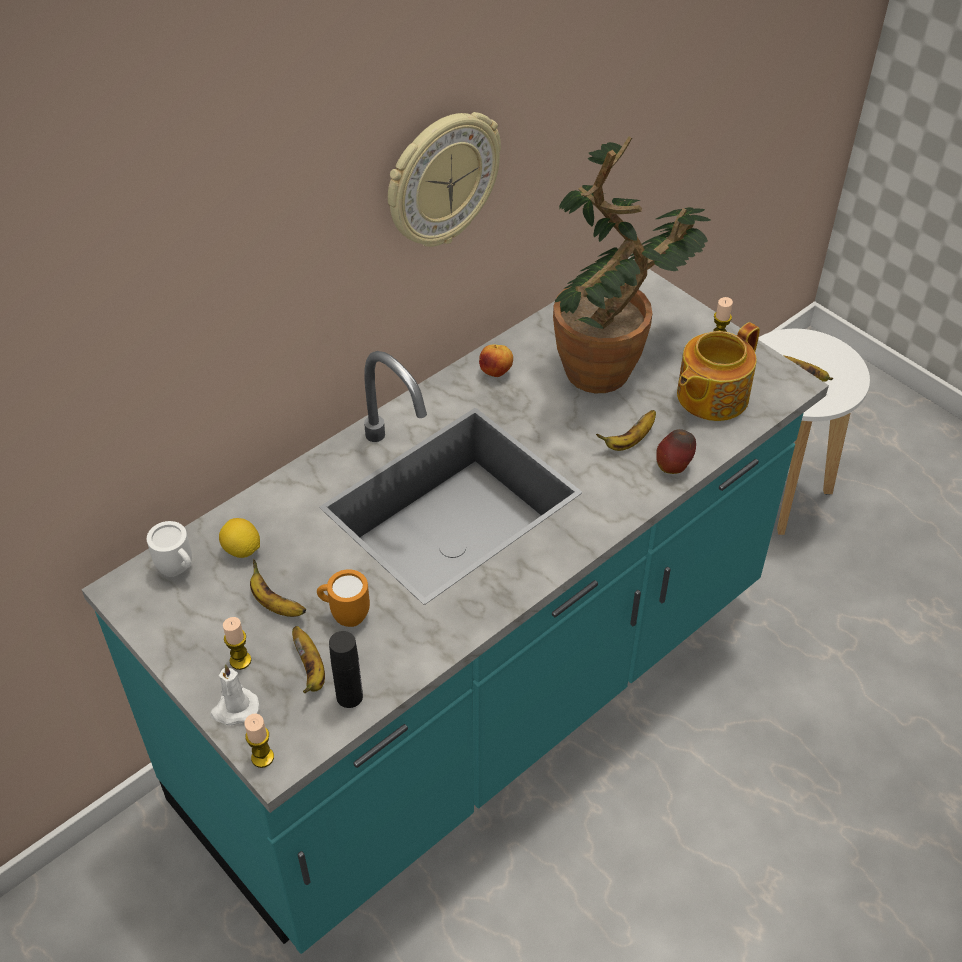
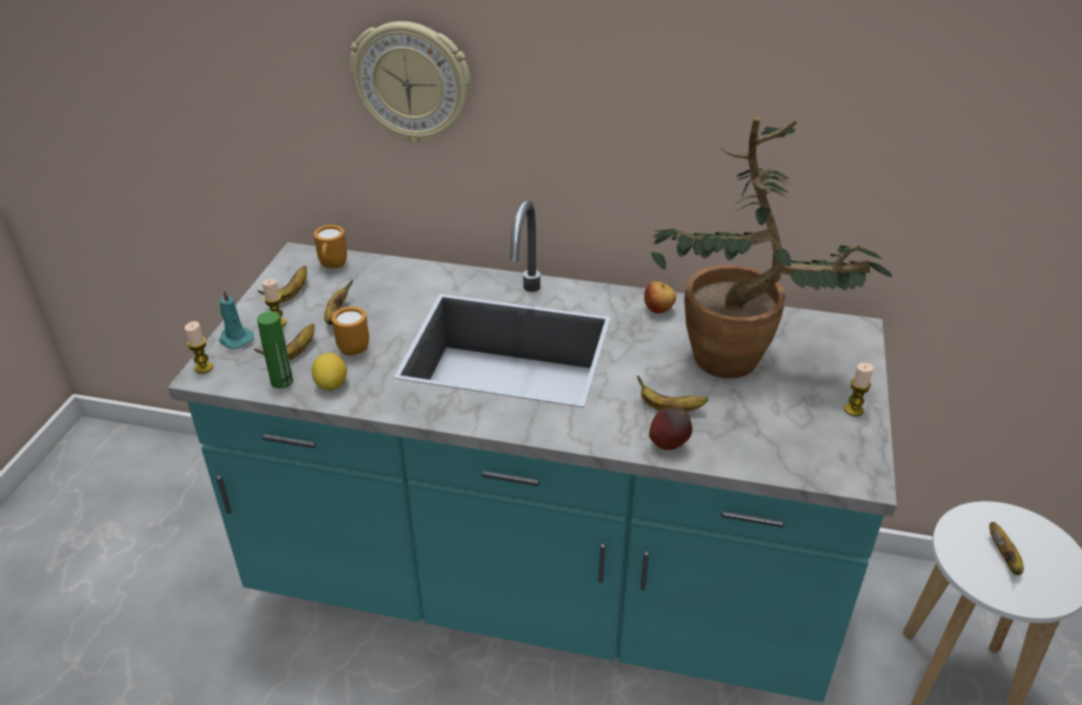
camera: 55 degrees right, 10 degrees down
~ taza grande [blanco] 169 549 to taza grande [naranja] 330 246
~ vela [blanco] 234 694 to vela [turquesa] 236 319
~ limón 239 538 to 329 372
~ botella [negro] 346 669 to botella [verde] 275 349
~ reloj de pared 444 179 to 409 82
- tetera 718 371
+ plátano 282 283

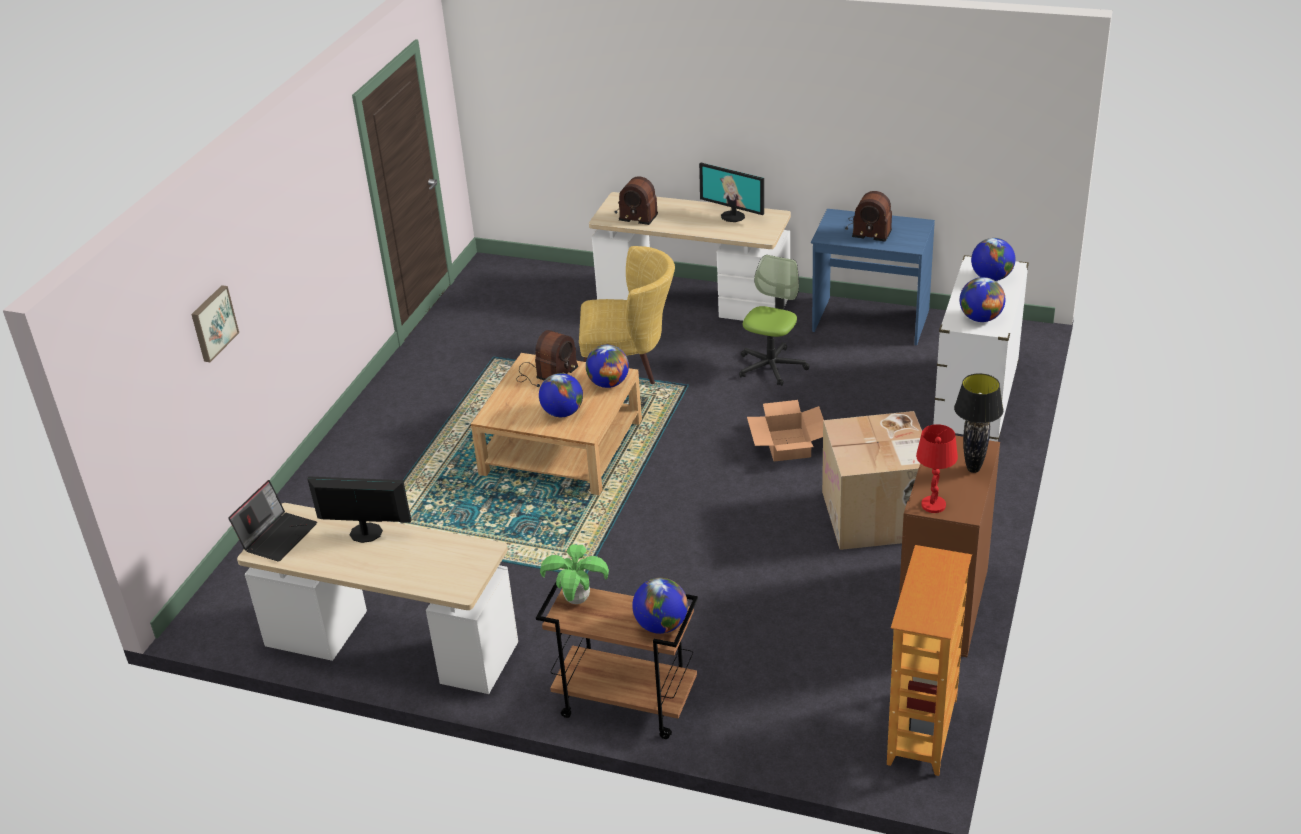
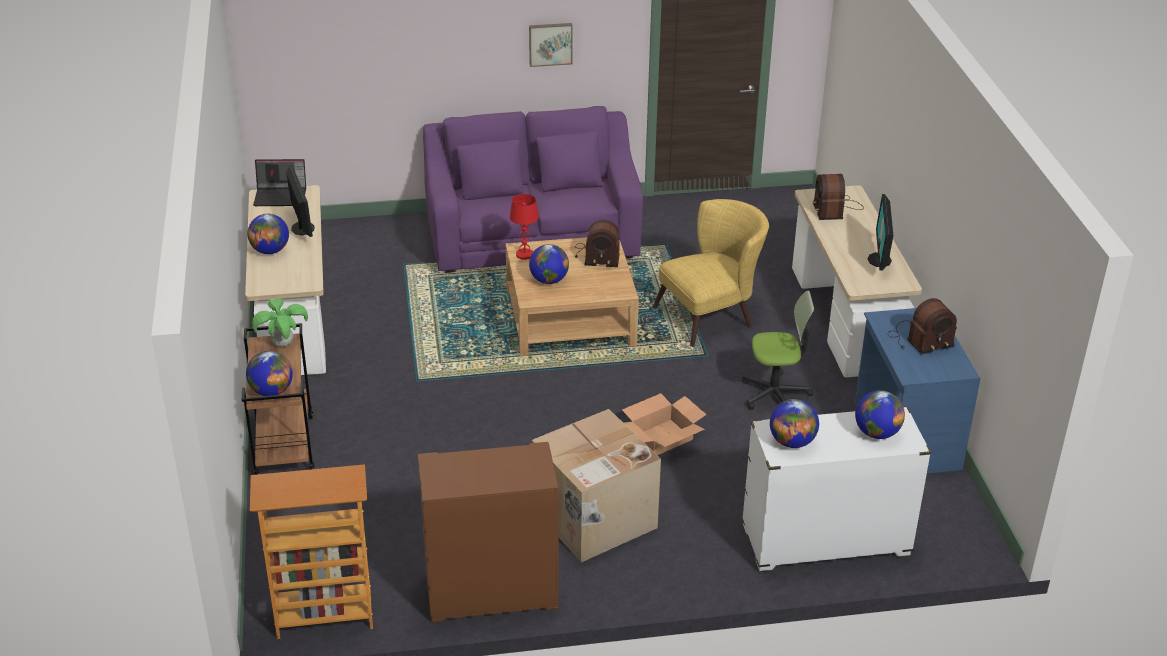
camera: 60 degrees right, 0 degrees up
~ cuadro 215 323 to 551 45
~ sillón [amarillo] 627 315 = 711 273 90 degrees counterclockwise
~ globo terráqueo 607 366 to 268 234
~ radio 868 216 = 922 326 105 degrees counterclockwise
~ lámpara de mesa [rojo] 937 468 to 524 227
- lámpara de mesa [negro] 979 423
+ sofá [morado] 533 189

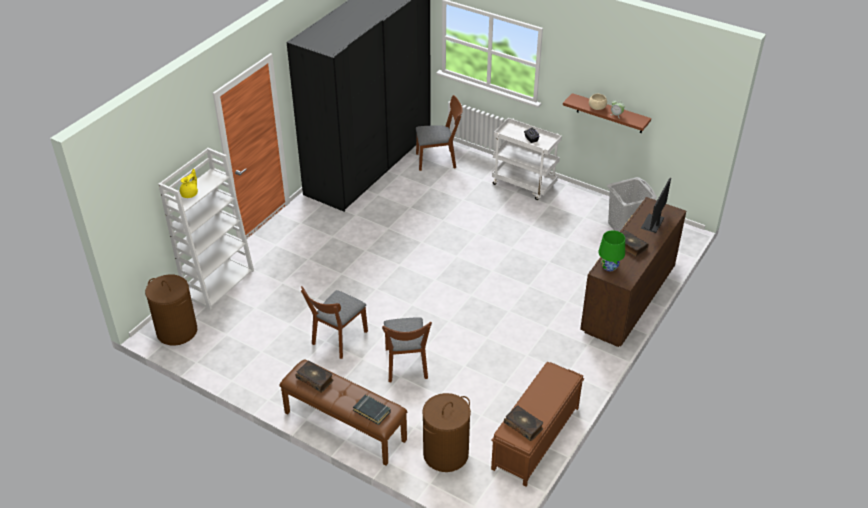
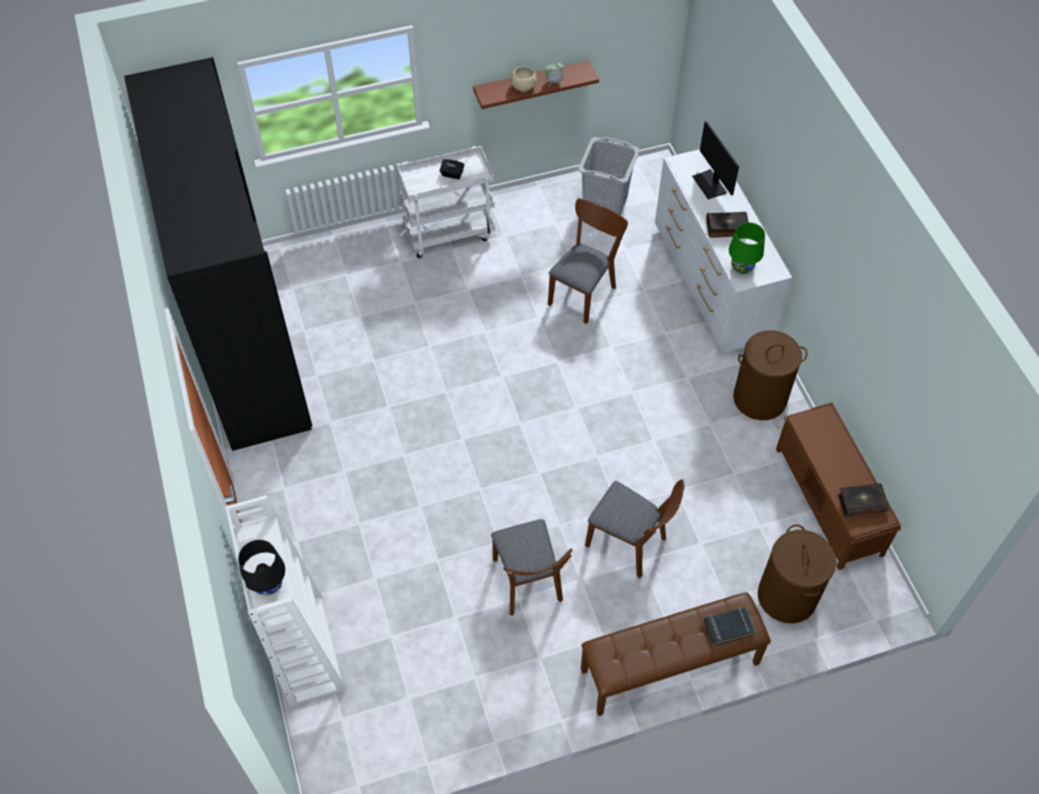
camera: 50 degrees left, 15 degrees up
~ cesto de la ropa [marrón] 171 310 to 770 375
~ tetera [amarillo] 189 183 to lámpara de mesa [negro] 261 568
- libro 315 377
~ silla [marrón] 439 133 to 588 261
~ cómoda [marrón] 633 272 to cómoda [blanco] 723 251

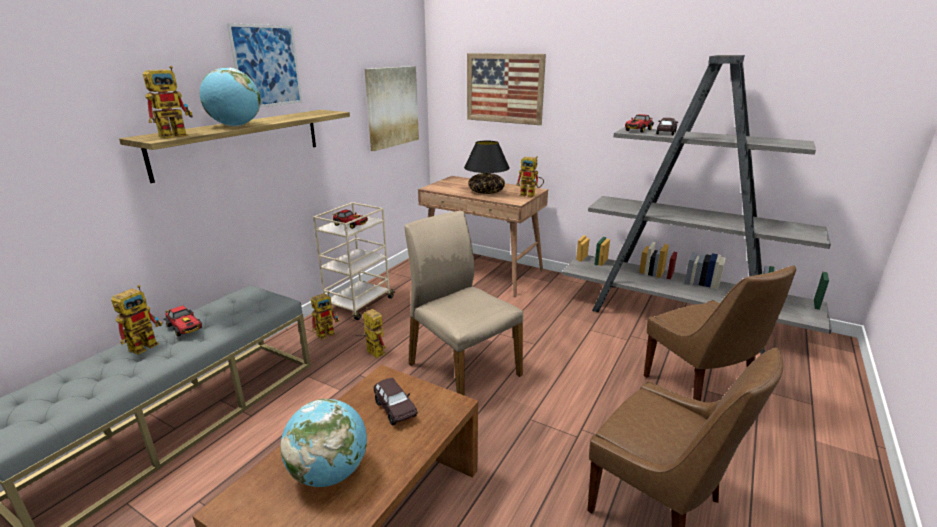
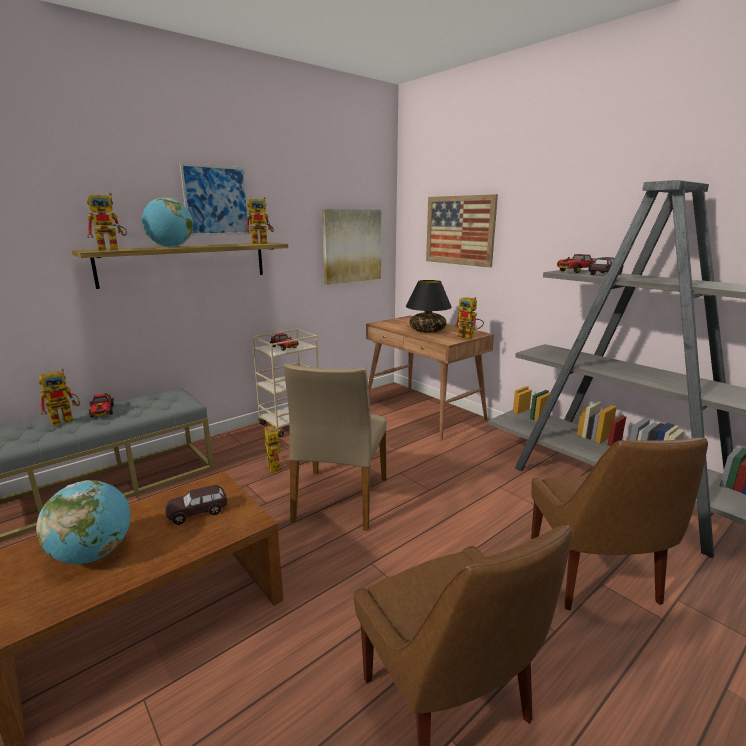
camera: 20 degrees right, 5 degrees down
~ robot de juguete 325 316 to 260 220
~ coche de juguete [marrón] 395 401 = 196 505 75 degrees clockwise
~ silla [beis] 463 303 = 335 447 150 degrees counterclockwise

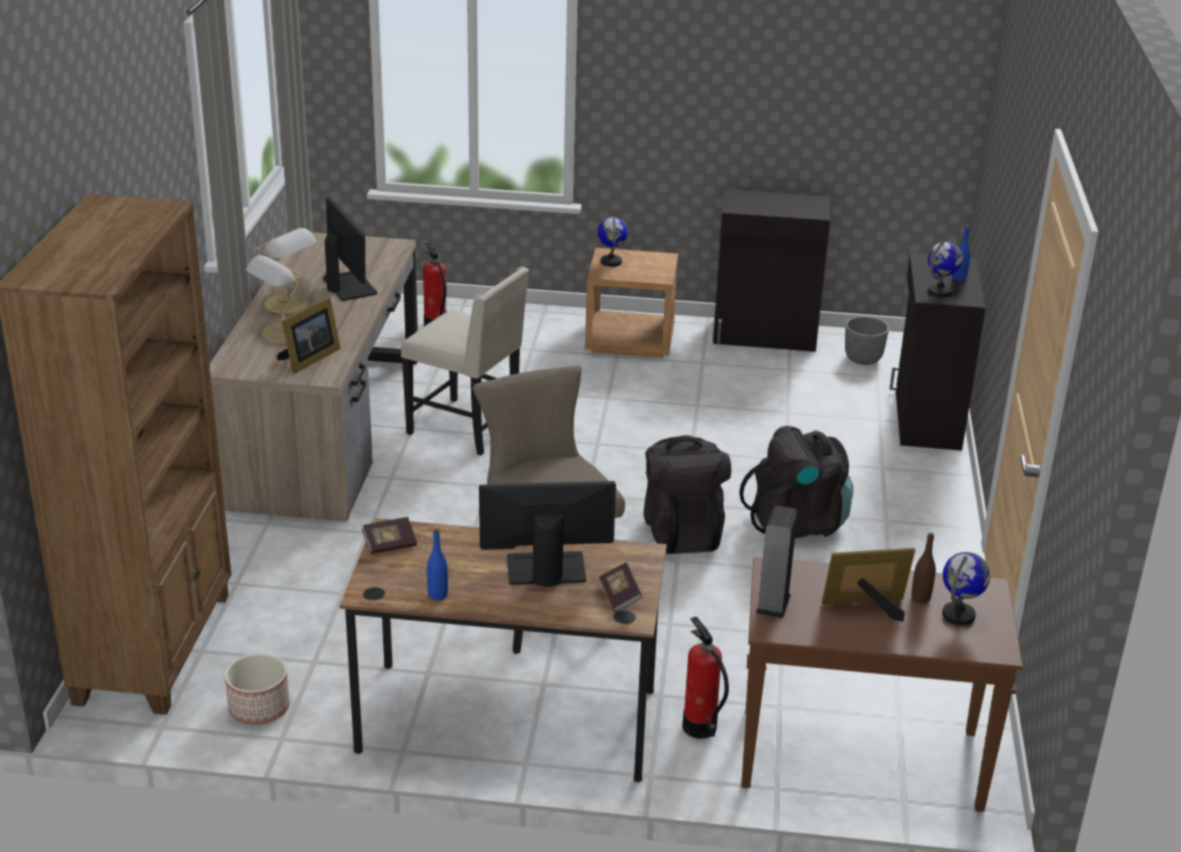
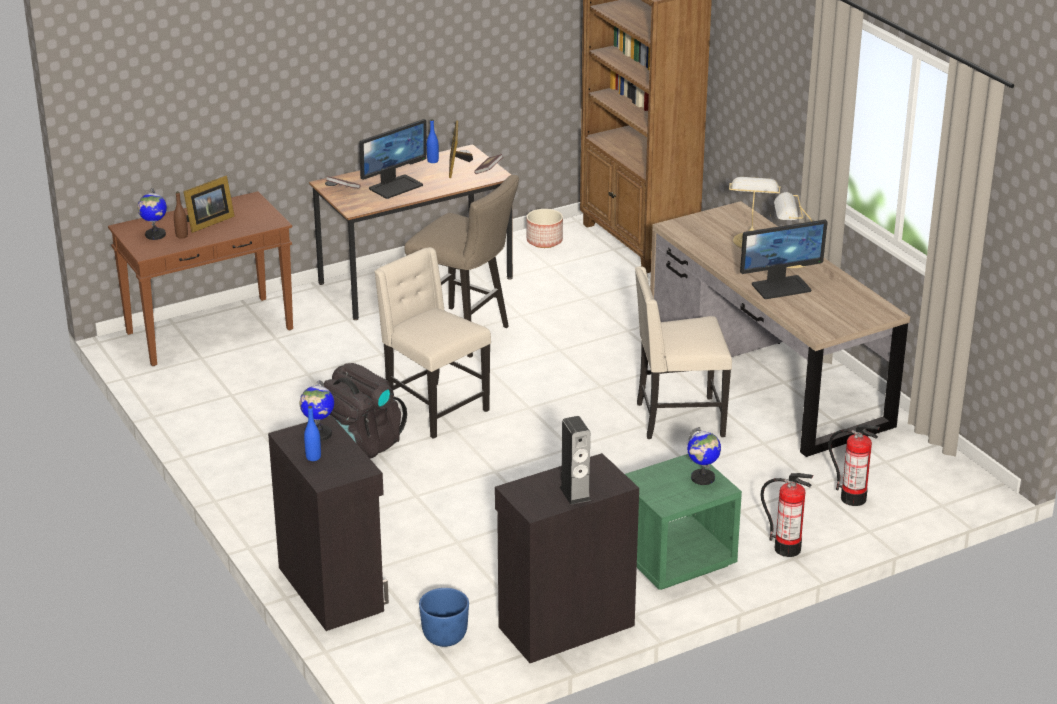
camera: 145 degrees right, 0 degrees up
~ portarretratos 308 335 to 461 149
~ monitor 350 249 = 784 259 45 degrees counterclockwise
~ mesita de noche [marrón] 631 303 to mesita de noche [verde] 683 522
~ mochila [negro] 687 494 to silla [beis] 432 343
~ extintor 705 677 to 787 515
~ altavoz 777 562 to 575 460
~ maceta [gris] 867 340 to maceta [azul] 444 617

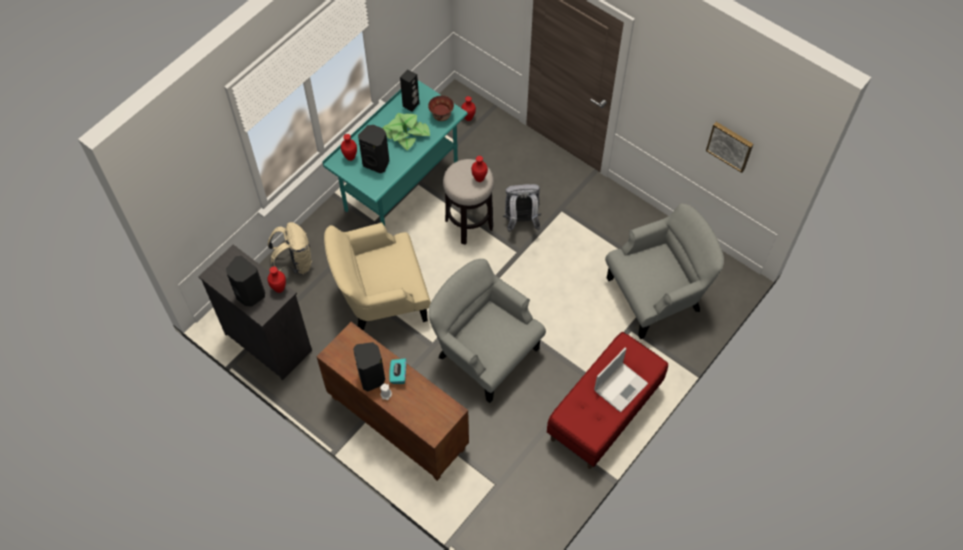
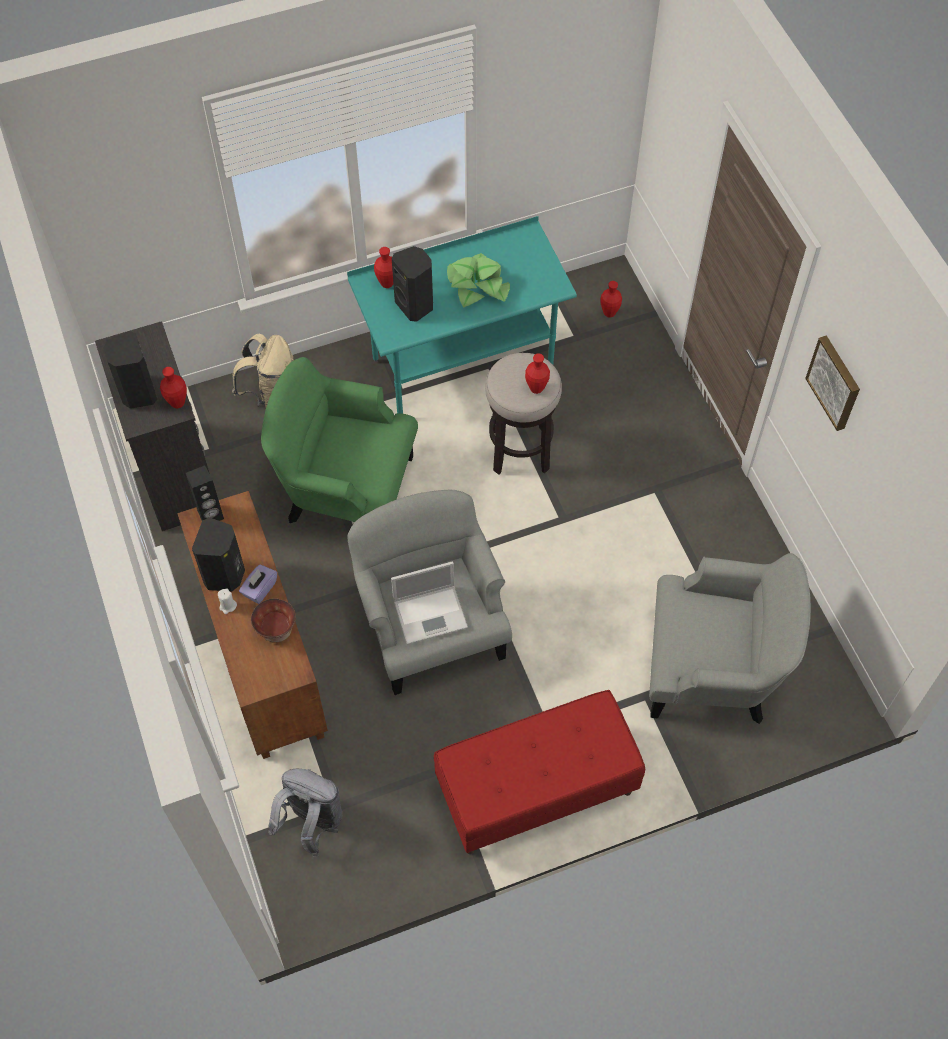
camera: 30 degrees right, 0 degrees up
~ sillón [beis] 377 276 to sillón [verde] 339 440
~ caja de pañuelos [turquesa] 397 371 to caja de pañuelos [morado] 258 584
~ altavoz [negro] 409 90 to 205 493
~ cuenco 441 108 to 273 620
~ mochila [gris] 522 208 to 305 812
~ portátil 621 380 to 429 602
~ cuadro 729 147 to 832 383

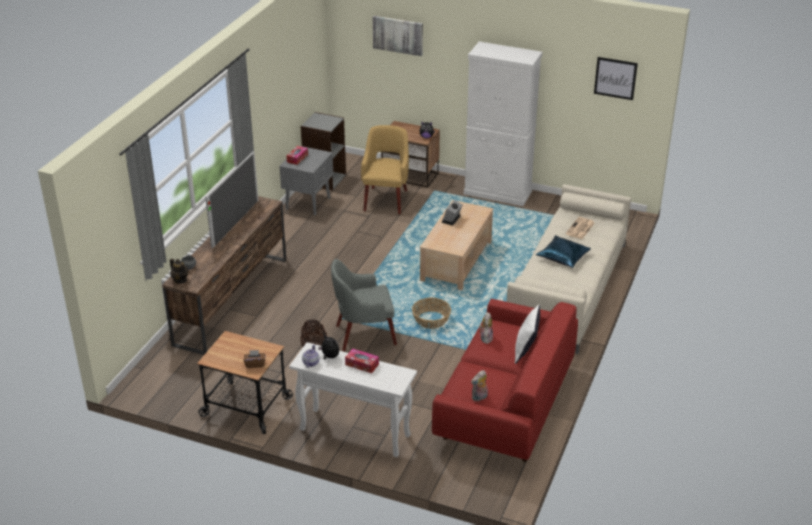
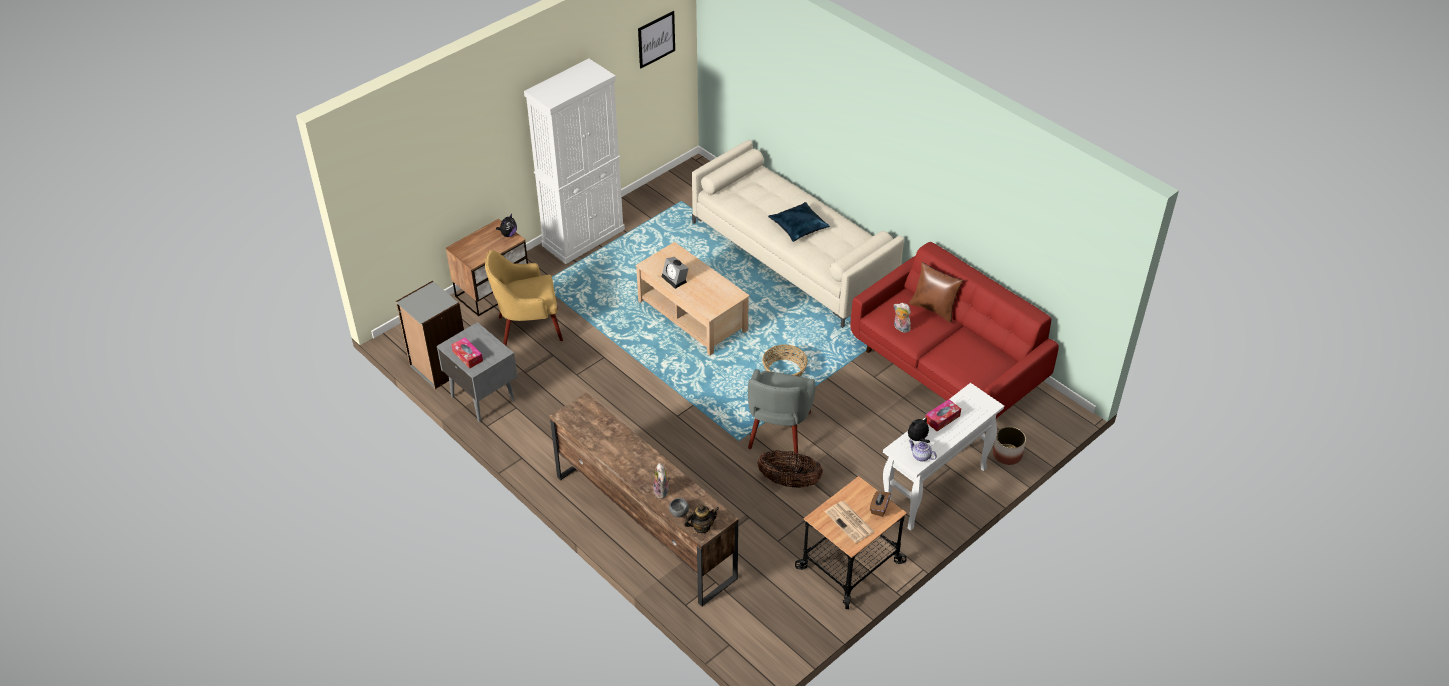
camera: 65 degrees left, 10 degrees up
- televisor 232 199
~ sillón [amarillo] 385 169 = 524 298 45 degrees counterclockwise
- cuadro 398 36
~ peluche 479 385 to 662 480
~ cojín [blanco] 527 334 to cojín [marrón] 936 292
~ periódico 580 228 to 850 522
+ maceta 1009 446

